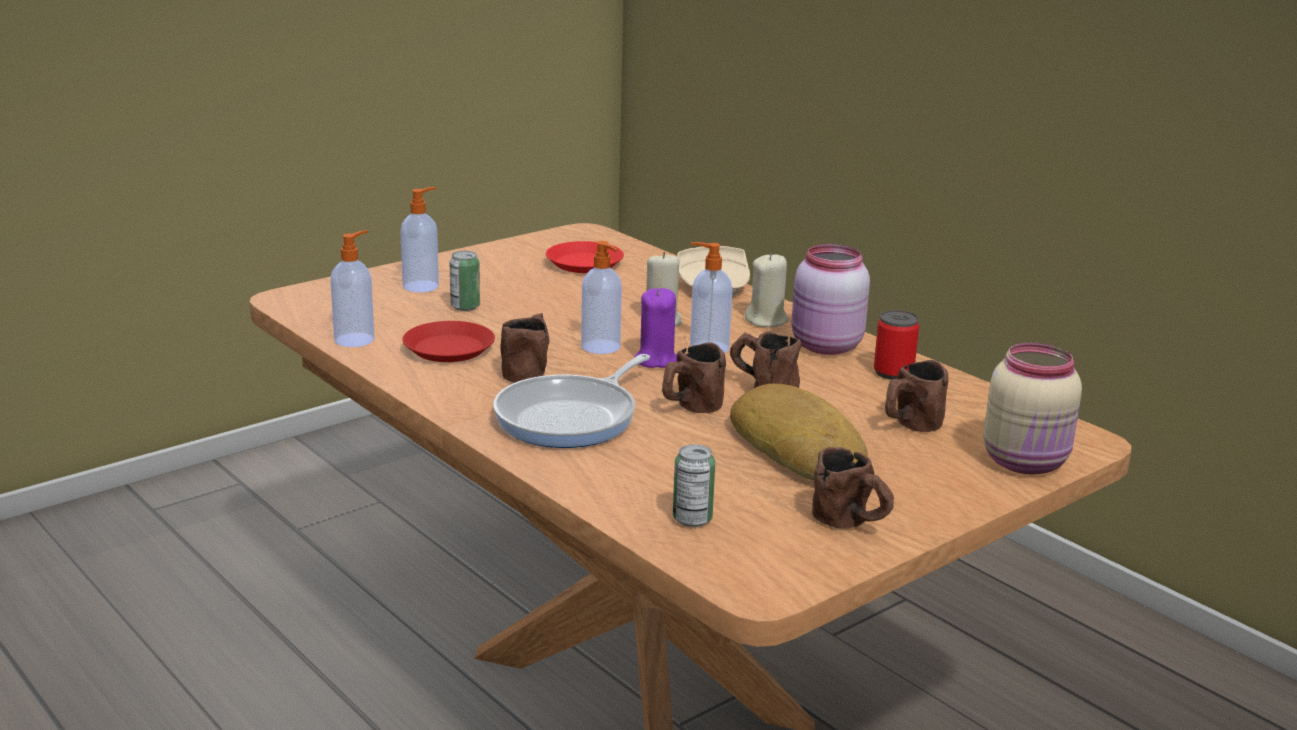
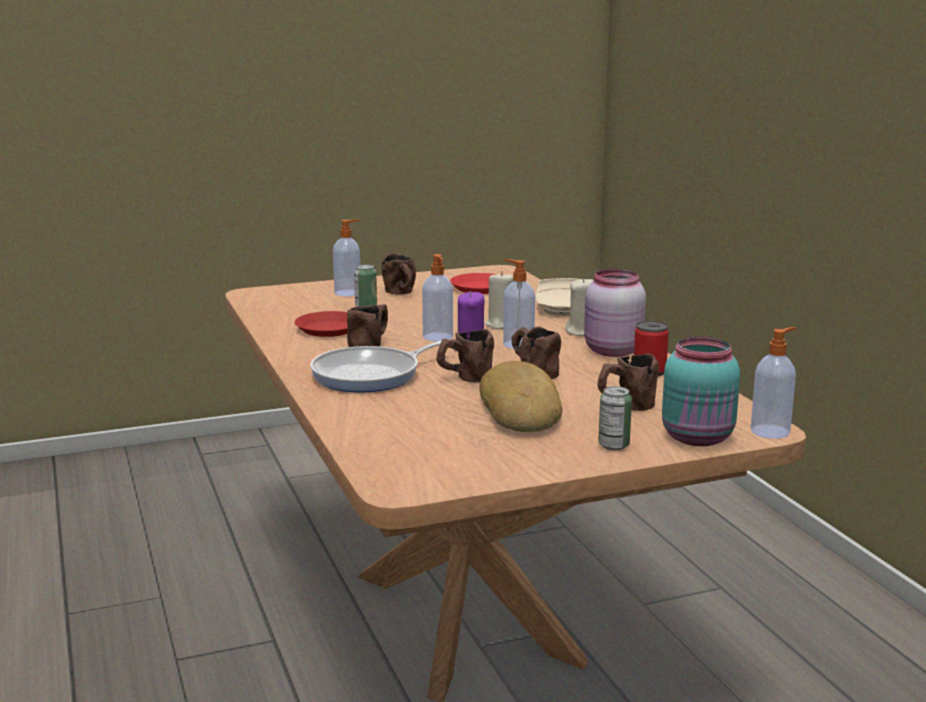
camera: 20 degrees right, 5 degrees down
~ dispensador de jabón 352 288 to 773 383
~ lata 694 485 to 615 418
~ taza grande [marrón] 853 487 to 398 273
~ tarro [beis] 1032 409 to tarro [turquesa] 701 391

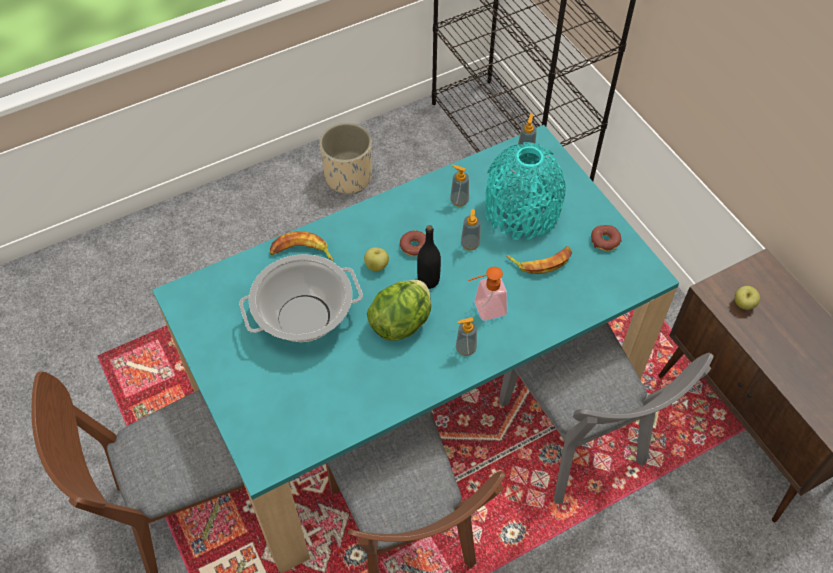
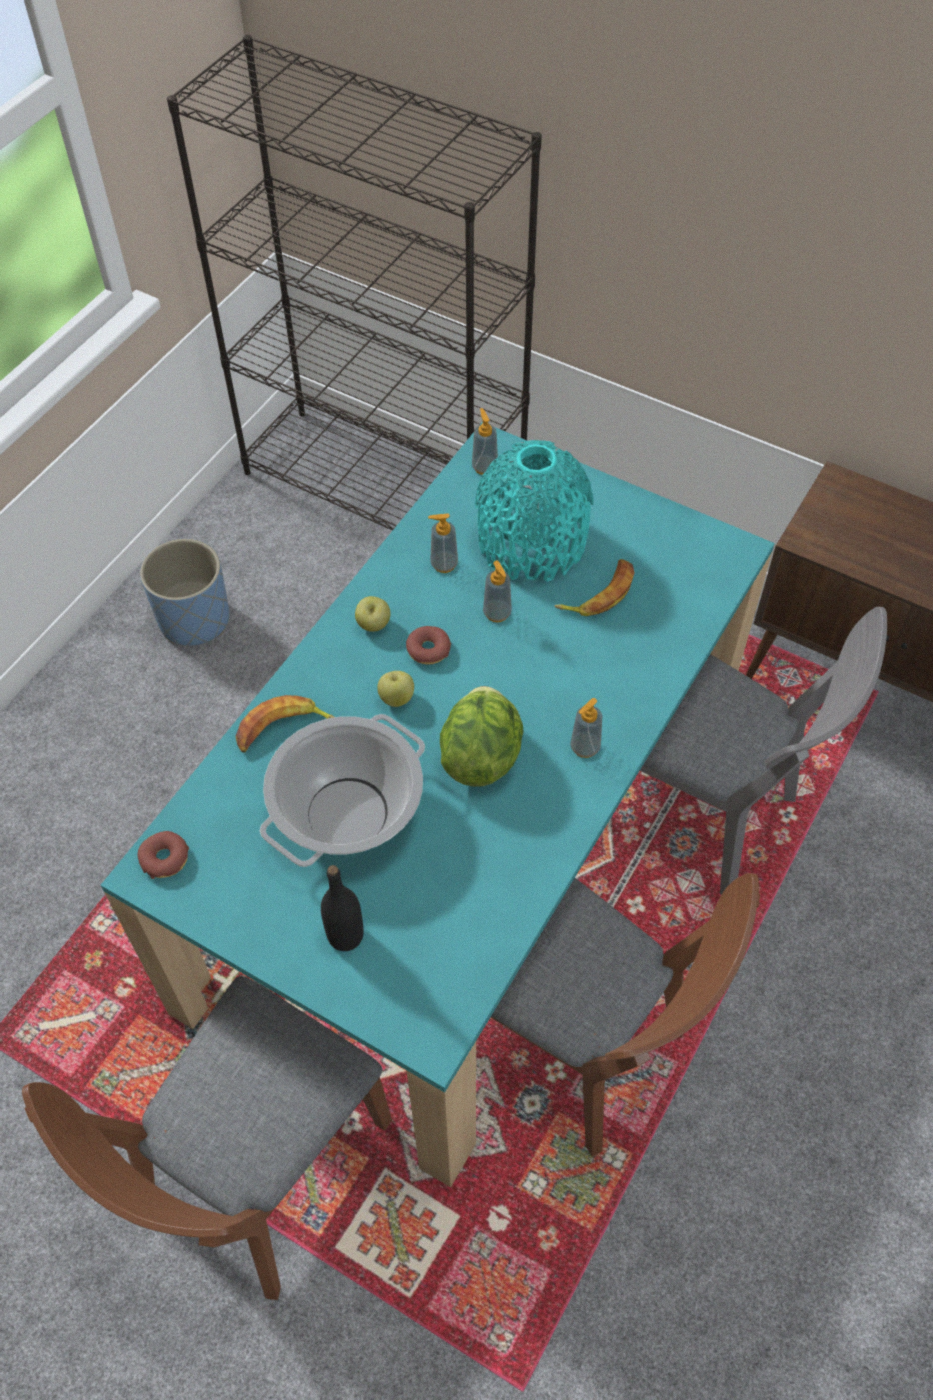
camera: 30 degrees left, 0 degrees up
~ maceta [beis] 345 158 to maceta [azul] 184 592
~ botella [negro] 429 257 to 342 908
- dispensador de jabón 487 294
~ rosquilla 606 238 to 163 855
~ manzana 747 298 to 372 614

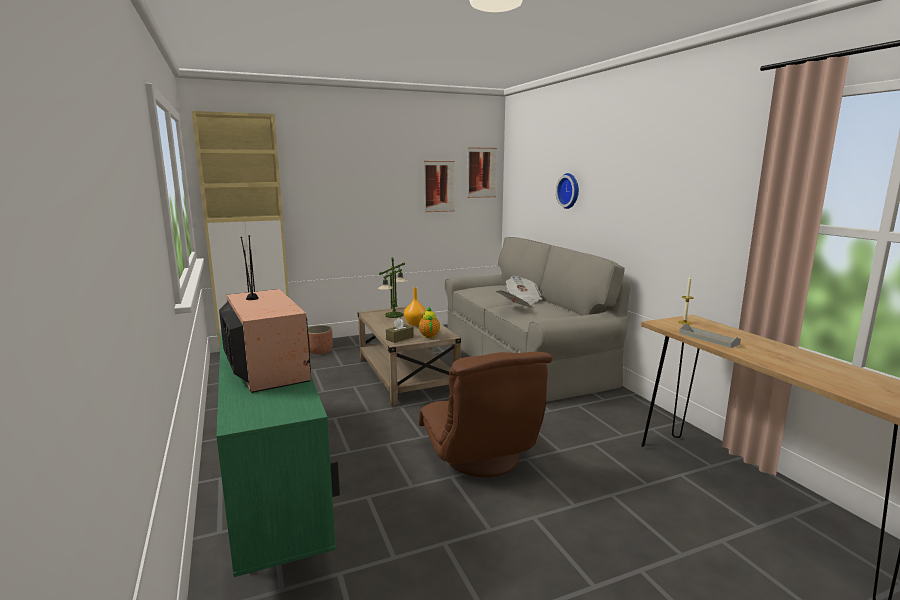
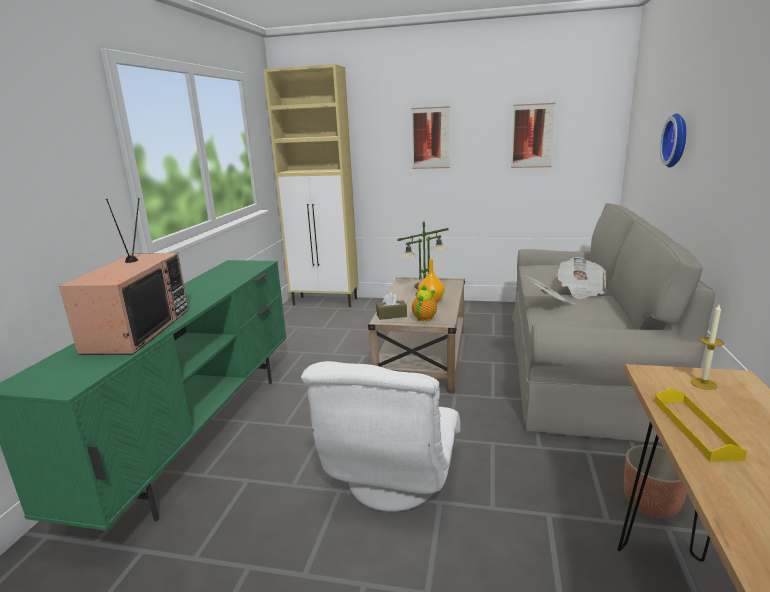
camera: 35 degrees right, 5 degrees up
~ maceta 320 339 to 655 481
~ sillón [marrón] 486 414 to sillón [blanco] 380 436
~ cuadro 482 172 to 430 137
~ bandeja [gris] 710 335 to bandeja [amarillo] 701 425

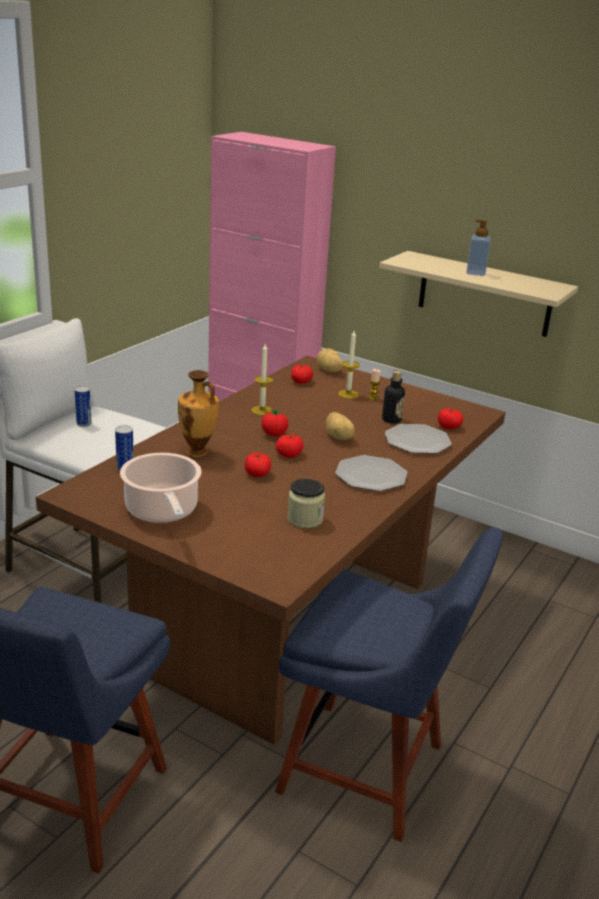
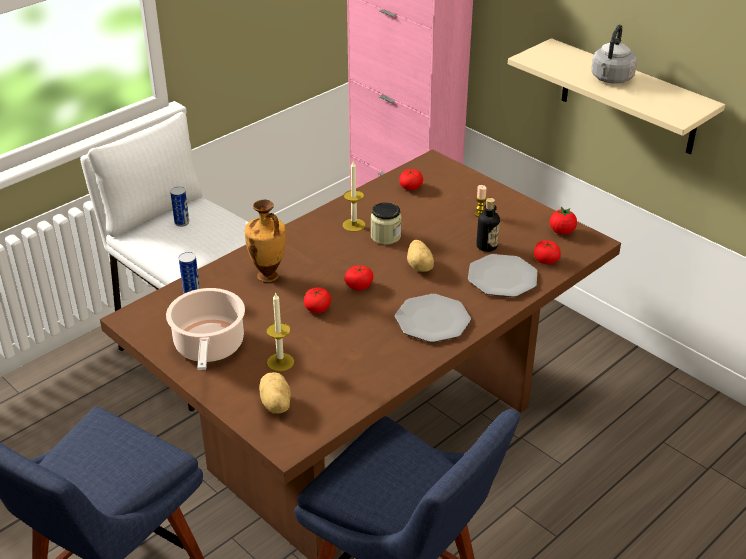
camera: 15 degrees right, 10 degrees up
~ tomate 274 422 to 563 221
~ tarro 306 503 to 386 223
~ patata 330 360 to 275 393
~ vela 349 365 to 280 332
~ dispensador de jabón 478 248 to hervidor [gris] 614 54

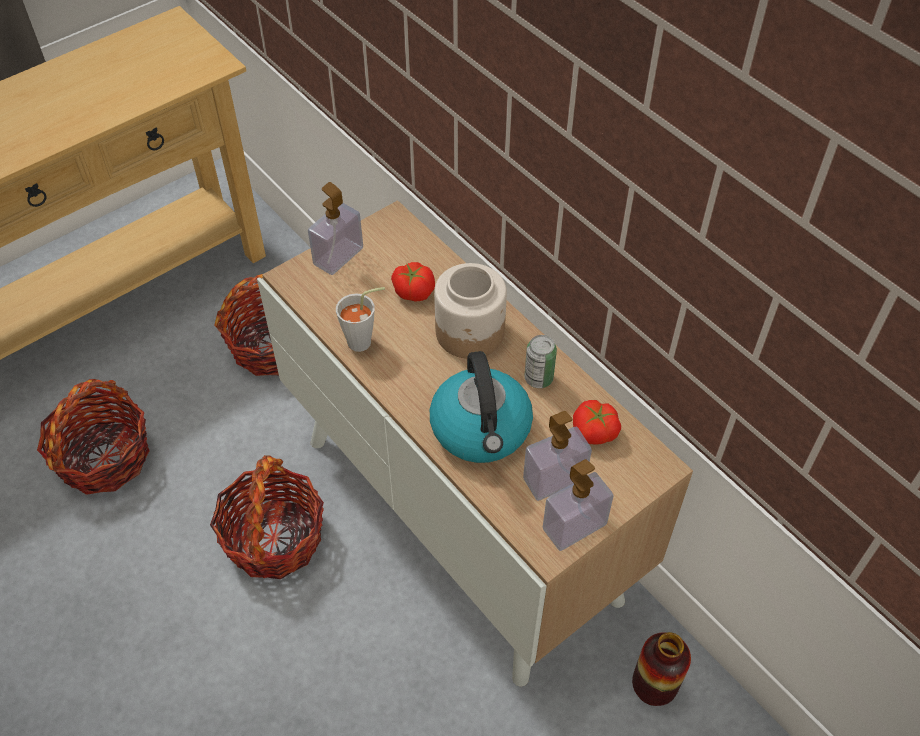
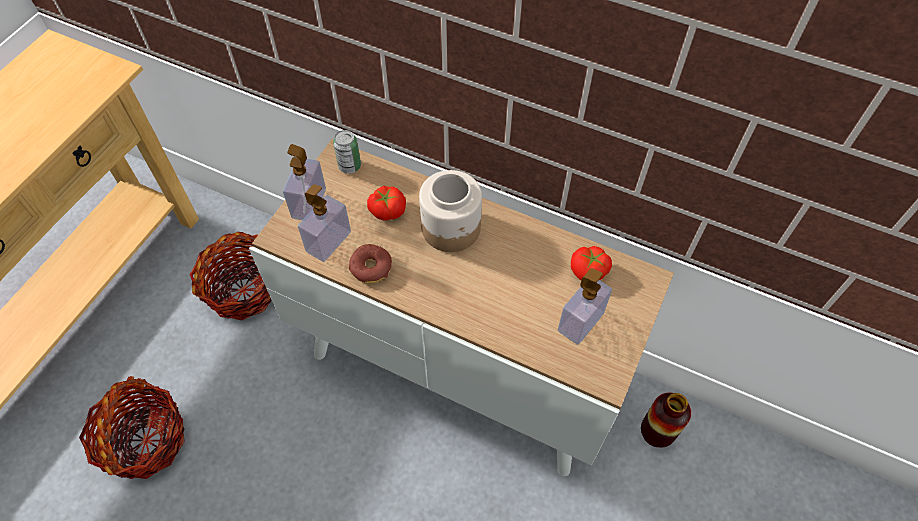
camera: 25 degrees left, 5 degrees up
- cesta 267 517
~ taza [gris] 360 319 to rosquilla 370 263
- hervidor 481 407
~ lata 540 361 to 347 152
~ dispensador de jabón 578 505 to 324 223

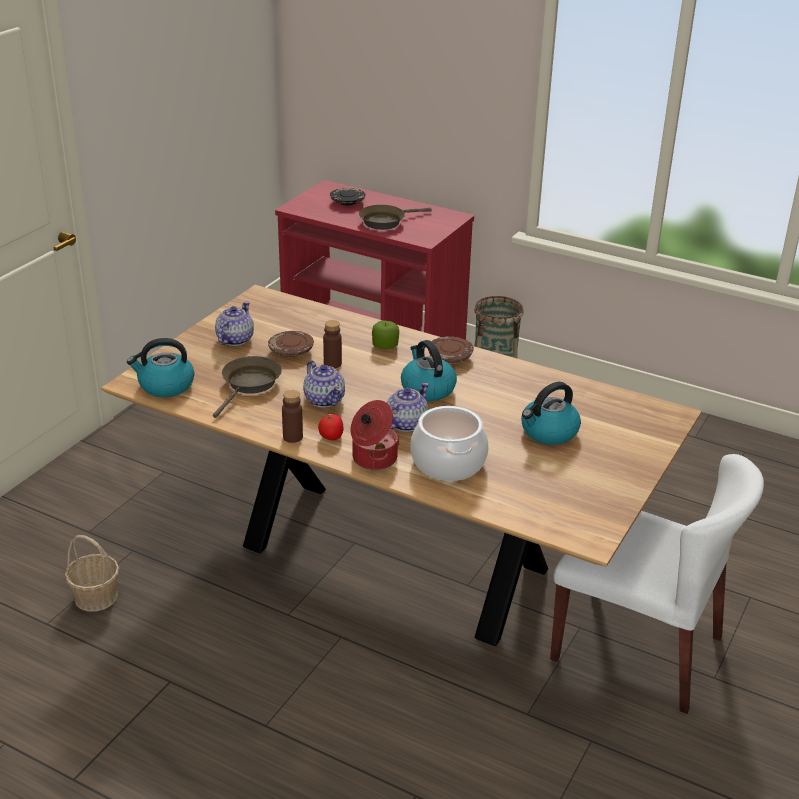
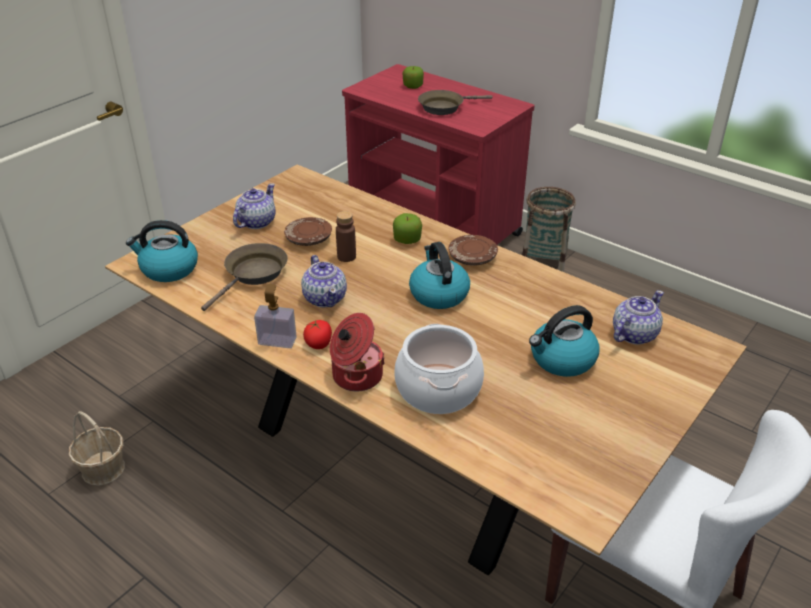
camera: 10 degrees right, 5 degrees up
~ botella [marrón] 292 416 to dispensador de jabón 275 316
~ plato [negro] 348 196 to manzana 413 77
~ tetera 408 407 to 638 317

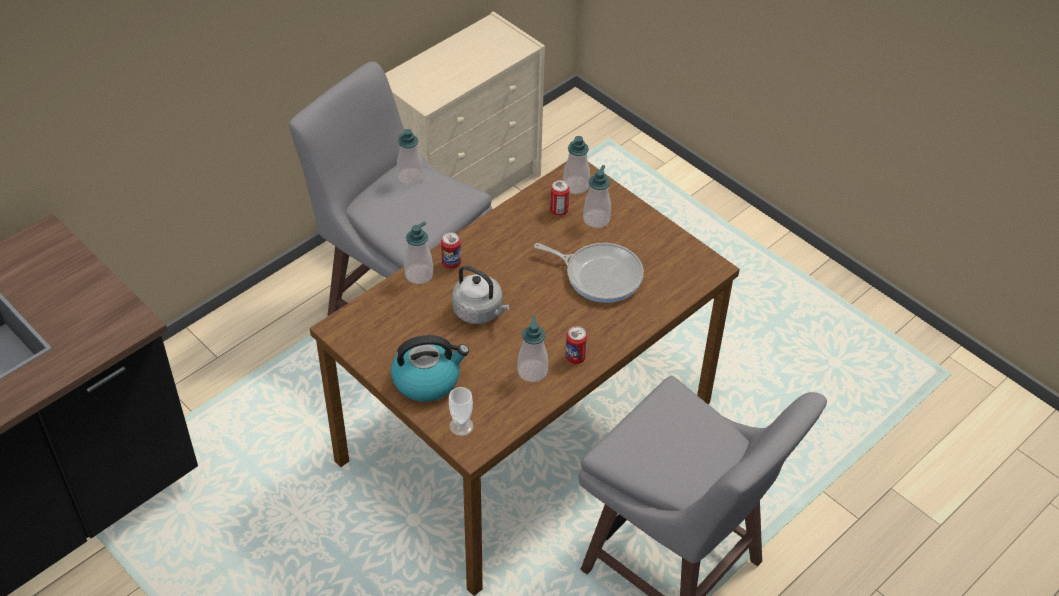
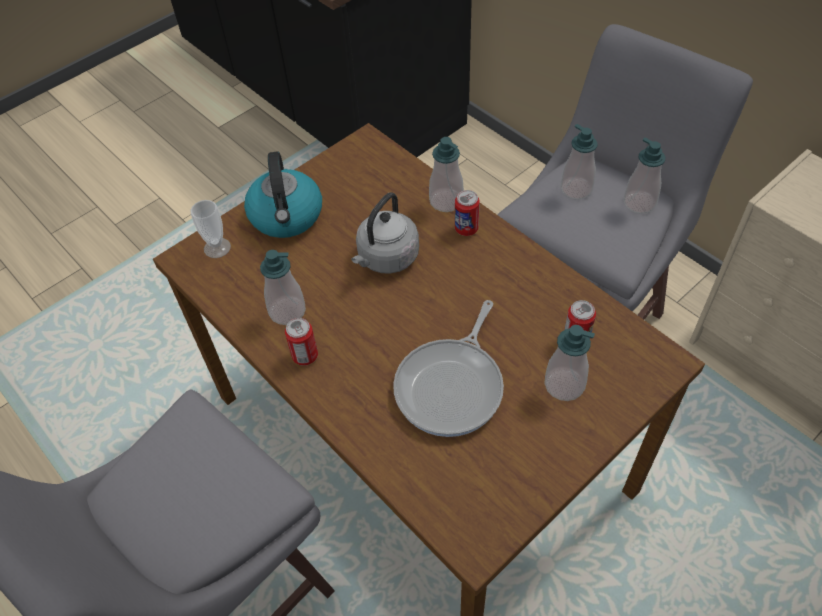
camera: 95 degrees right, 5 degrees up
~ dispensador de jabón 576 165 to 579 162

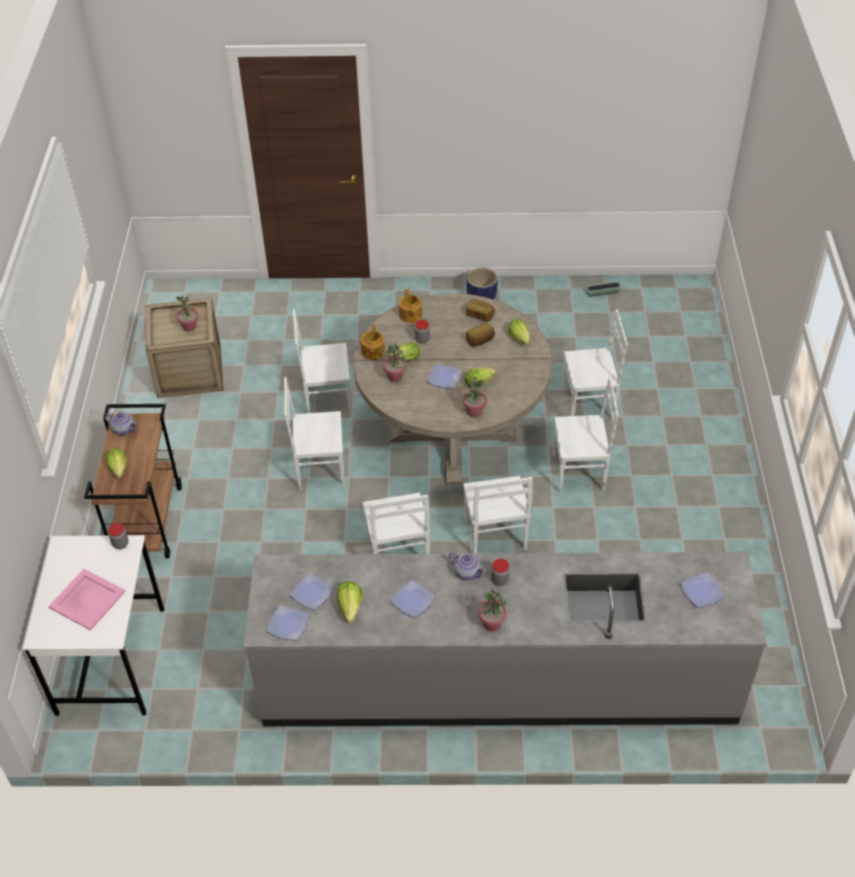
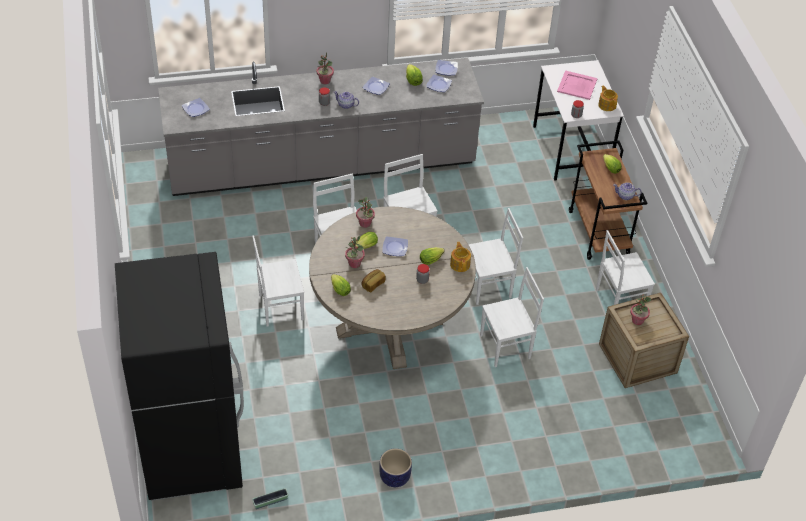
camera: 165 degrees right, 0 degrees up
~ planta en maceta 395 362 to 355 251
~ tetera 410 306 to 608 98
- pan 480 311
~ silla [blanco] 595 363 to 625 267
+ nevera [negro] 179 376

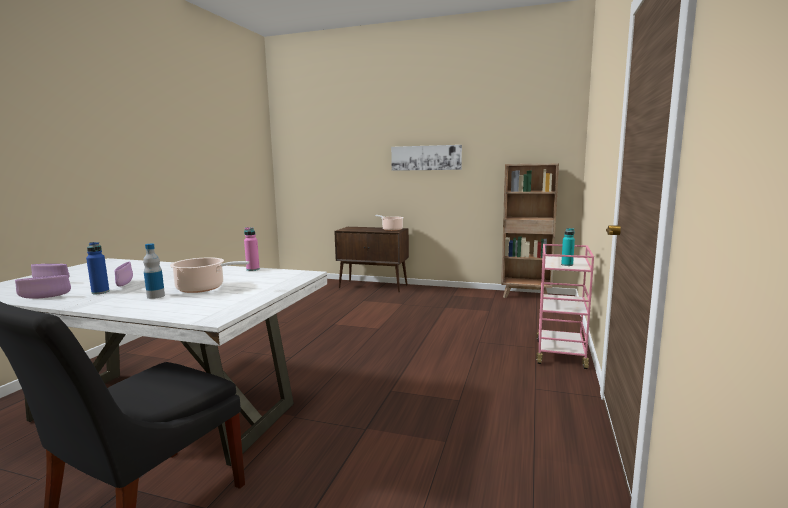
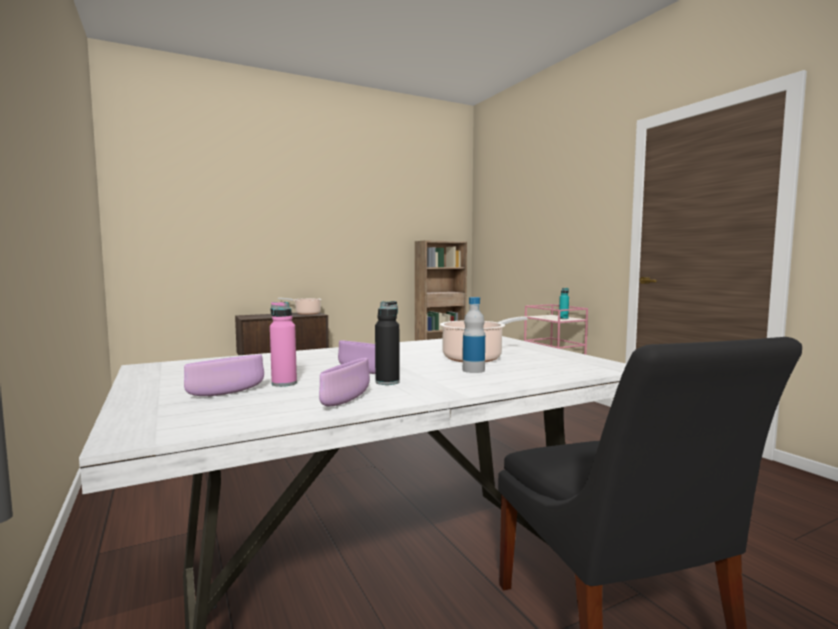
camera: 45 degrees left, 5 degrees down
~ botella [azul] 97 268 to botella [negro] 387 343
~ botella [rosa] 252 249 to 283 344
- cuadro 426 158

